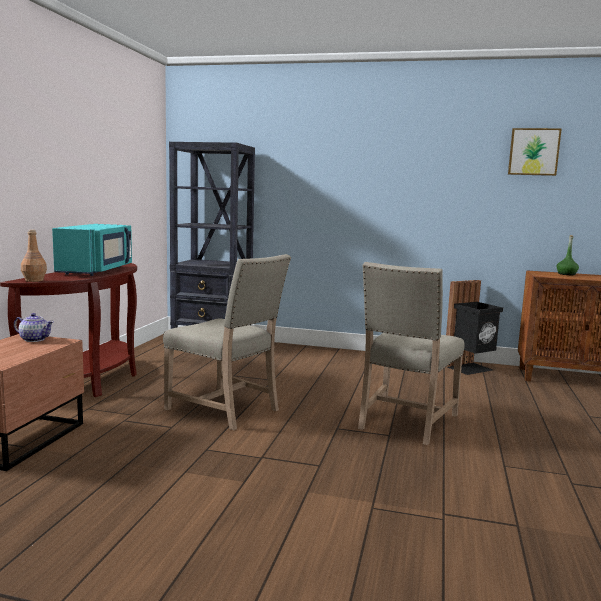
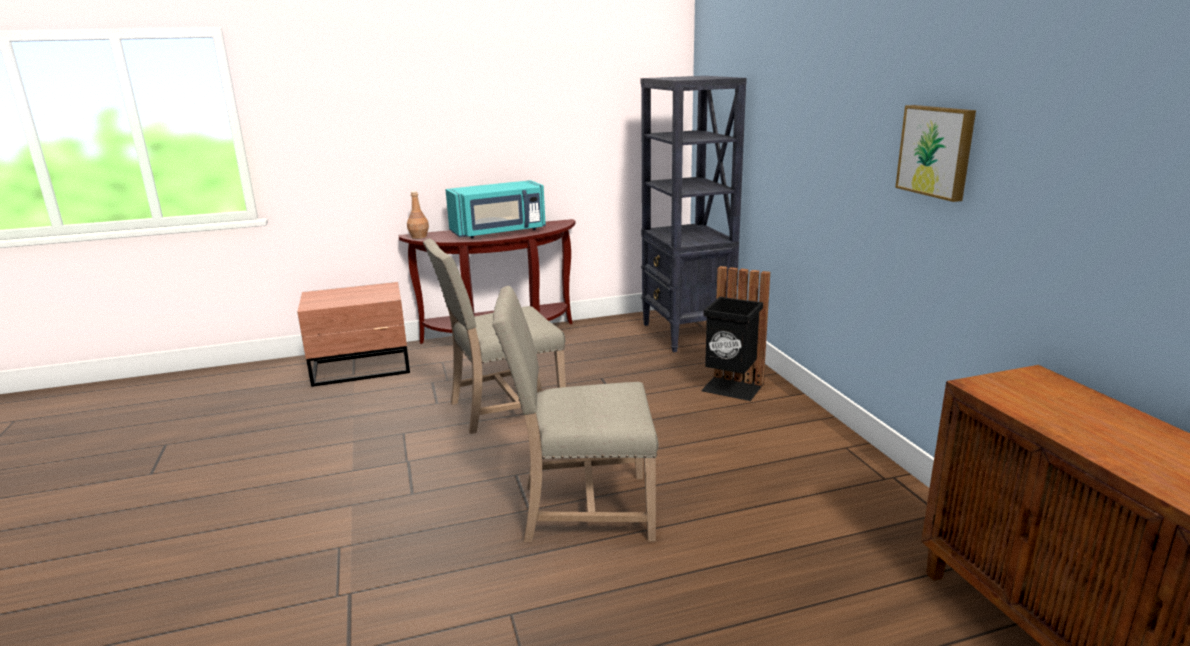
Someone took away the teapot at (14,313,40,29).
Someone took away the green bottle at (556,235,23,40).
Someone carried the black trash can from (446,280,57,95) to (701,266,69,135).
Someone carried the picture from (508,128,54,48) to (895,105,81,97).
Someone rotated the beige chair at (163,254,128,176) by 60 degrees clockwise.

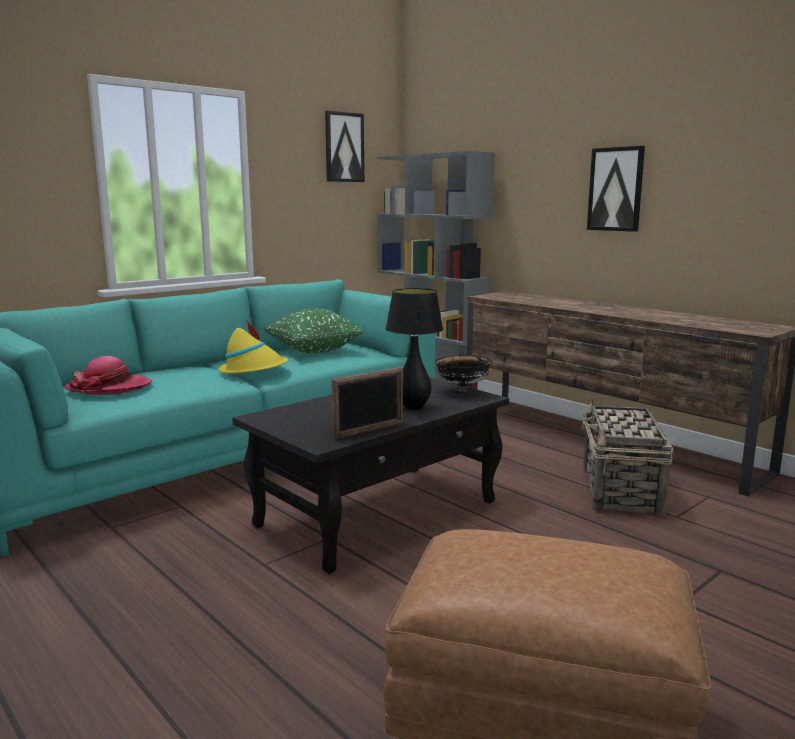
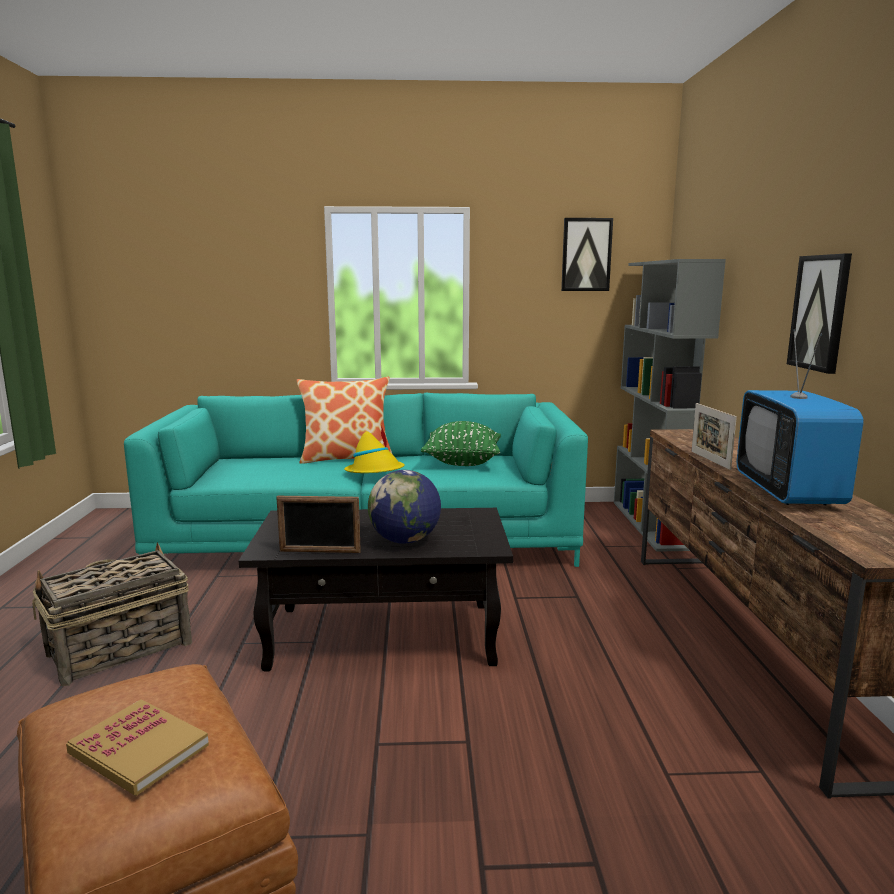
Someone took away the hat at (64,356,88,39).
Someone took away the black bowl at (435,355,57,39).
Someone put down the book at (66,699,143,97).
Someone put down the pillow at (297,377,96,87).
Someone put down the picture frame at (692,403,45,67).
Someone put down the television at (737,330,127,175).
Someone carried the basket from (581,399,93,117) to (32,542,160,144).
Someone swapped the black table lamp at (386,288,57,122) for the globe at (368,470,73,74).

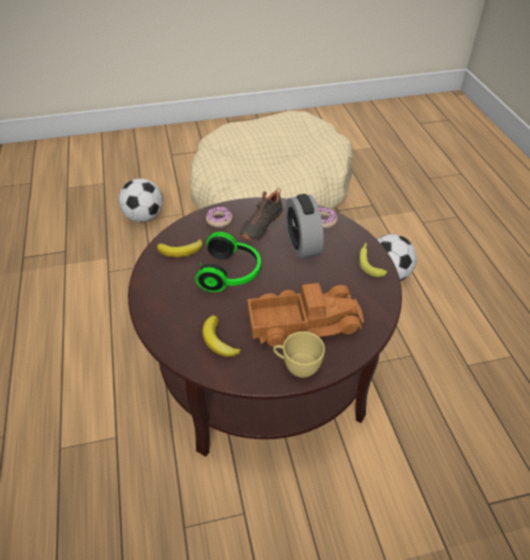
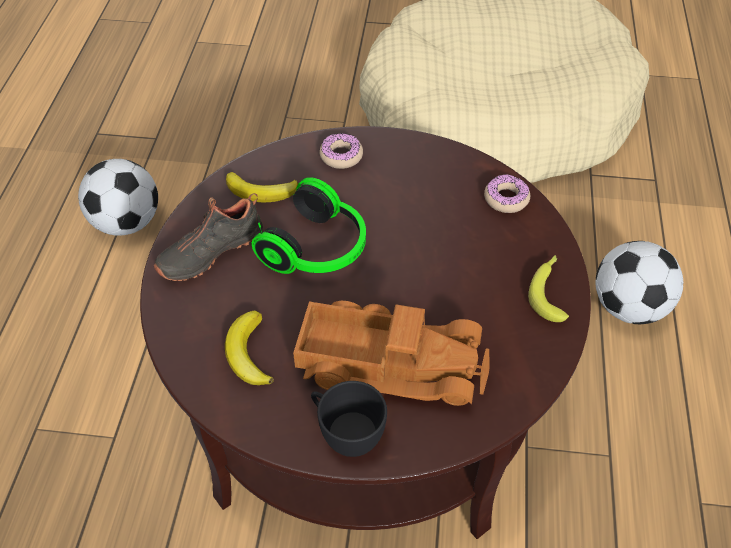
Someone took away the alarm clock at (285,194,39,65).
Someone carried the football from (119,178,44,44) to (78,159,80,77).
Someone carried the black shoe from (240,188,43,53) to (154,193,109,88).
Someone repainted the yellow cup at (273,331,52,47), which became the black cup at (311,381,76,76).

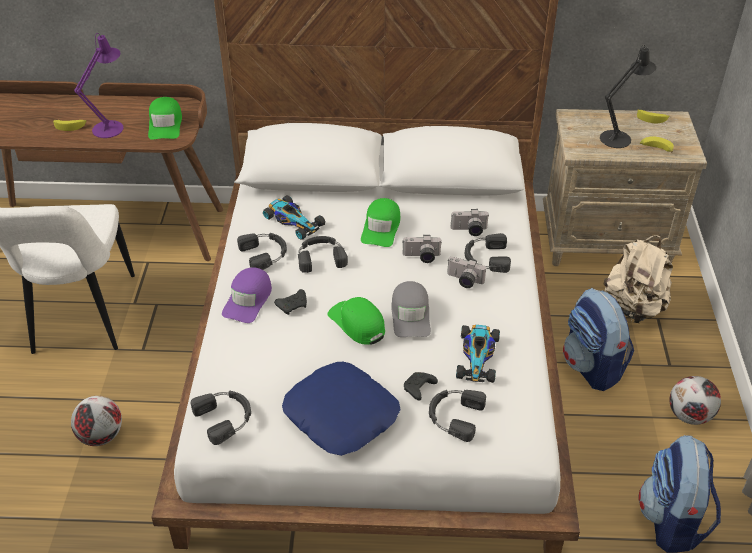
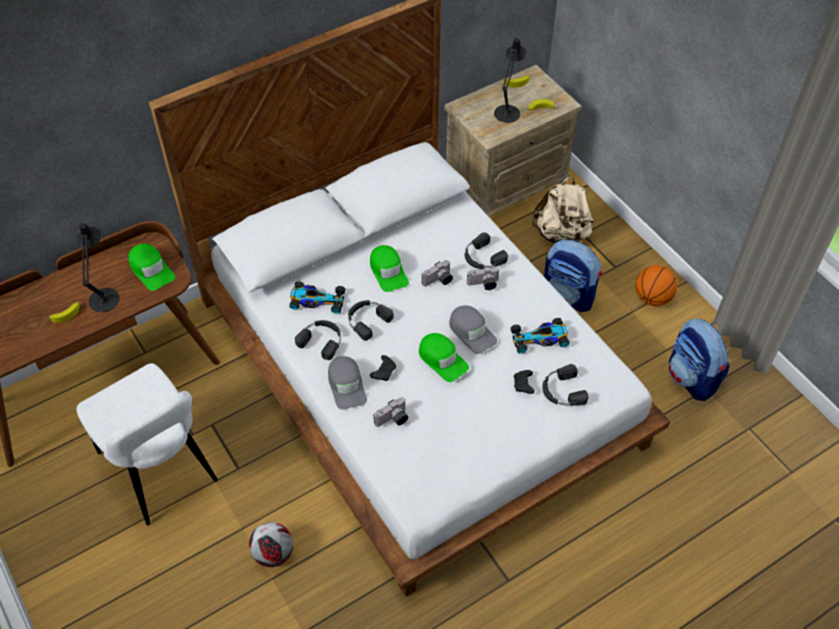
Someone took away the black headphones at (191,391,60,54).
Someone took away the blue pillow at (282,362,118,94).
Someone carried the photo camera from (450,209,39,27) to (373,397,35,30).
Someone swapped the football at (670,376,51,49) for the basketball at (635,265,43,41).
Someone repainted the purple table lamp at (74,33,50,105), which became the black table lamp at (76,222,44,90).
Someone repainted the purple cap at (222,267,50,56), which became the grey cap at (328,356,39,53).
Someone rotated the green cap at (327,297,58,48) by 150 degrees counterclockwise.
Someone rotated the toy car at (456,325,44,58) by 105 degrees clockwise.

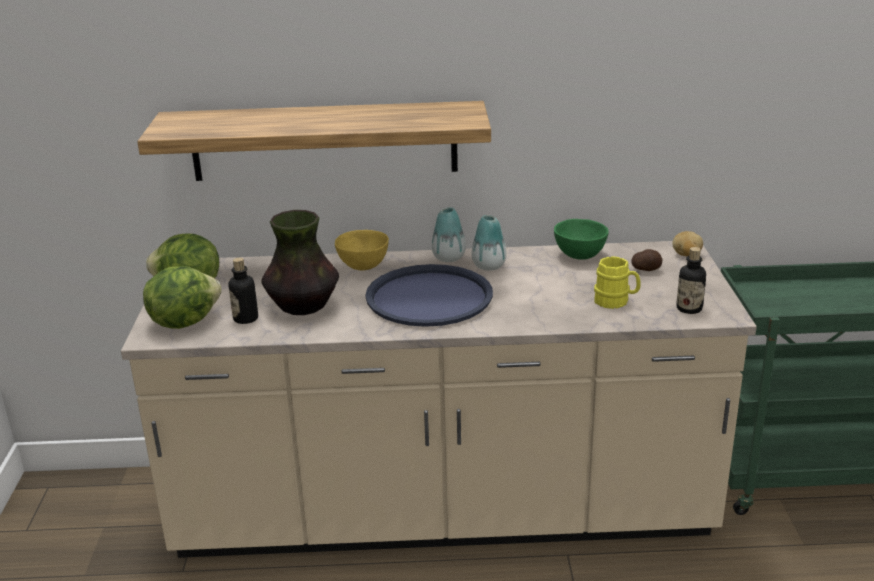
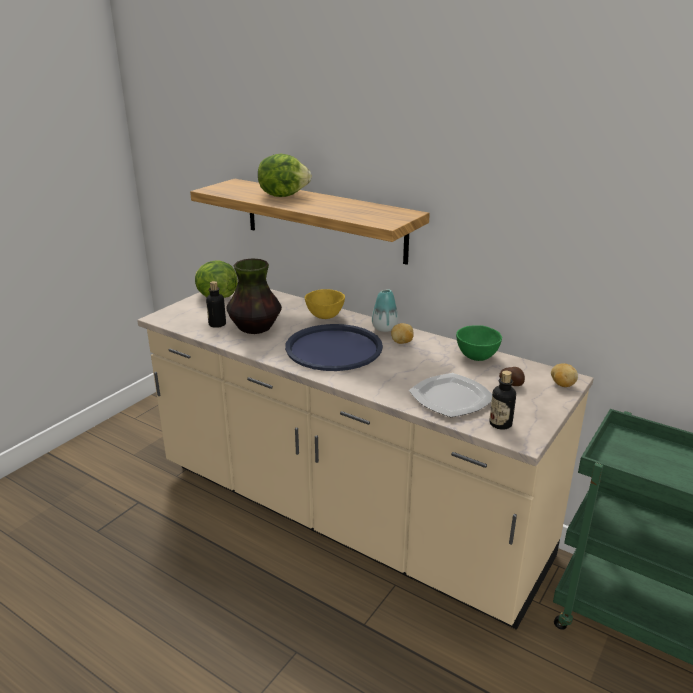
Someone carried the lettuce from (143,266,79,63) to (258,153,54,44).
Someone swapped the vase at (471,215,36,56) for the potato at (391,323,23,21).
Someone swapped the yellow mug at (594,256,47,53) for the plate at (409,373,83,44).

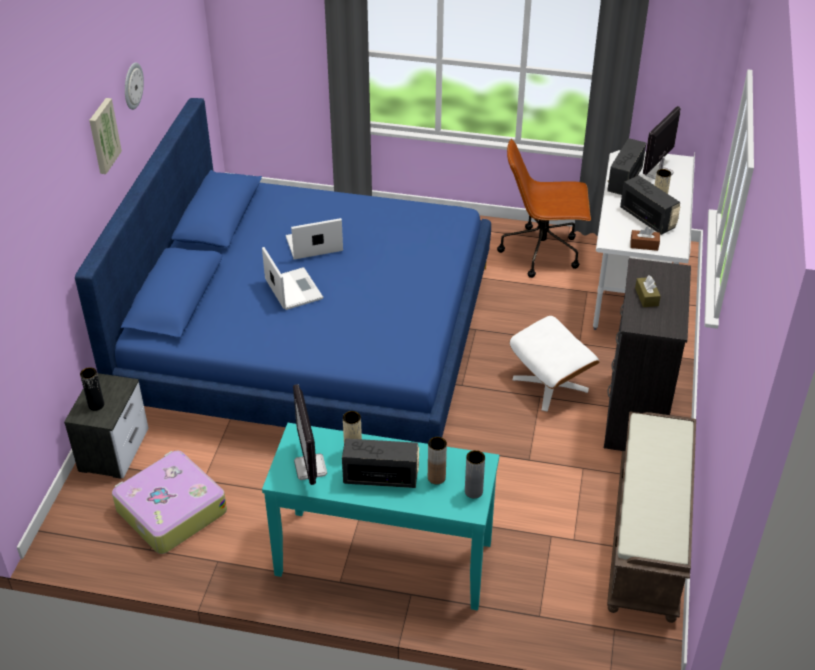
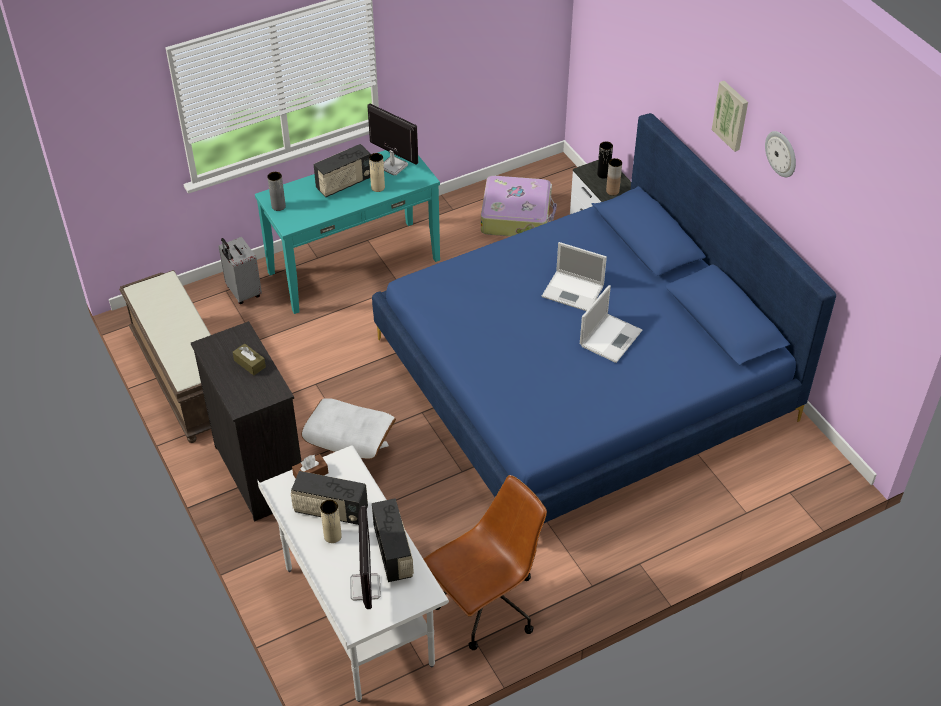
Someone put down the grey suitcase at (219,237,43,67).
Someone carried the brown vase from (428,437,19,48) to (606,158,16,38).

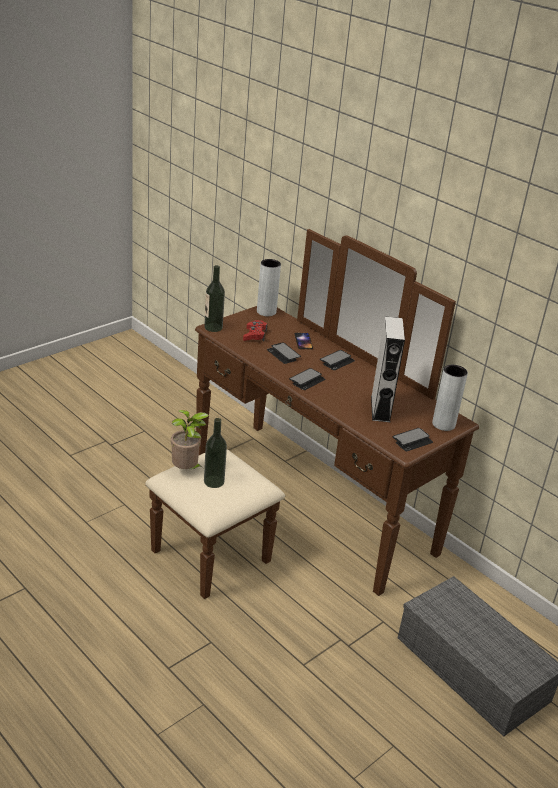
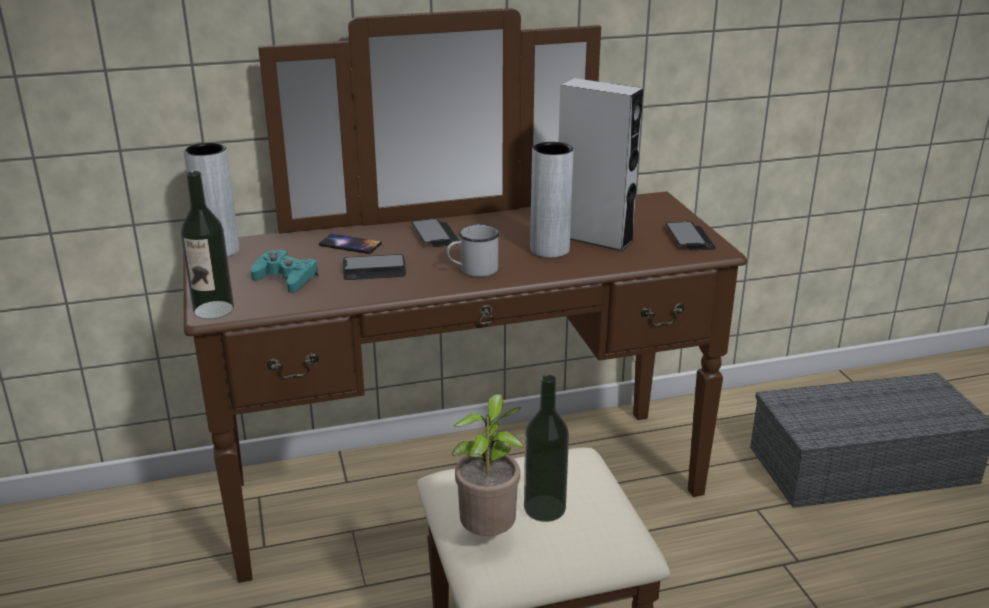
Someone carried the grey vase from (432,365,36,66) to (530,142,44,116).
Someone swapped the phone at (289,368,36,22) for the white mug at (447,224,53,53).
Someone repainted the red game controller at (243,320,24,22), which became the turquoise game controller at (251,250,67,43).

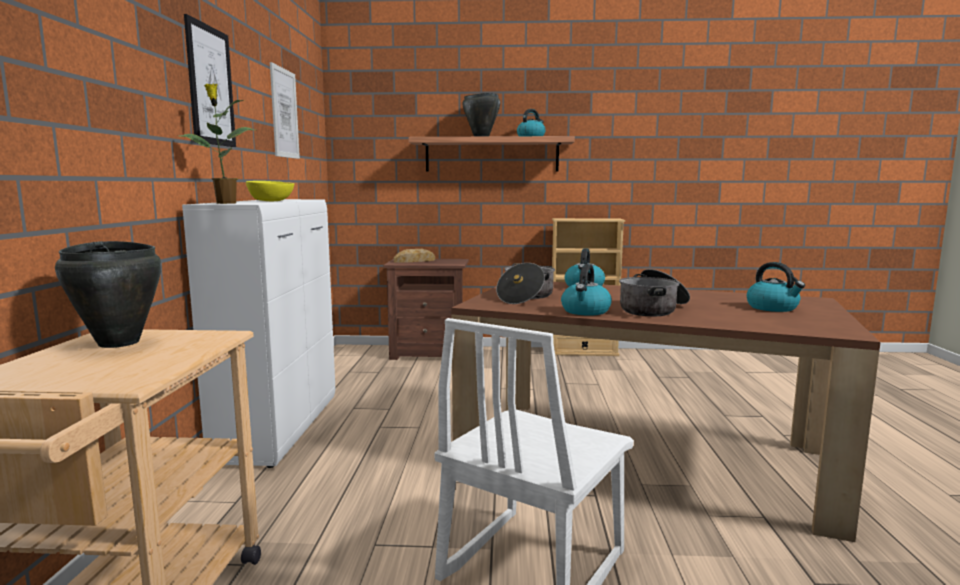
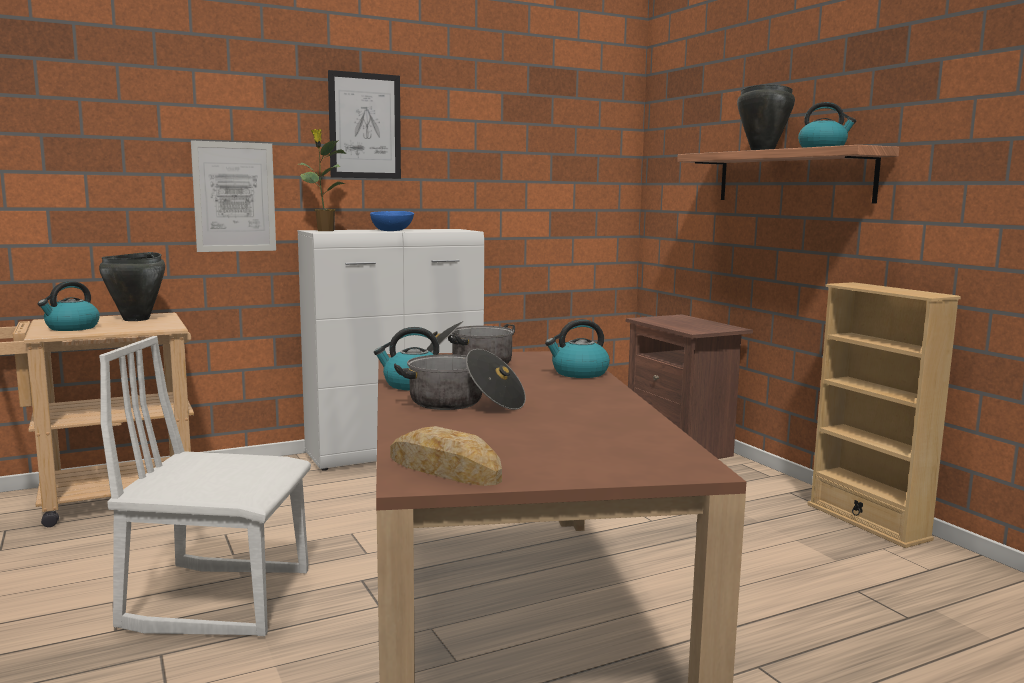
Someone carried the picture from (270,62,30,97) to (191,140,85,112).
Someone carried the bread from (394,249,41,14) to (390,426,112,60).
Someone carried the kettle from (747,262,58,50) to (38,281,62,50).
Someone repainted the yellow bowl at (246,181,48,20), which became the blue bowl at (370,211,44,20).

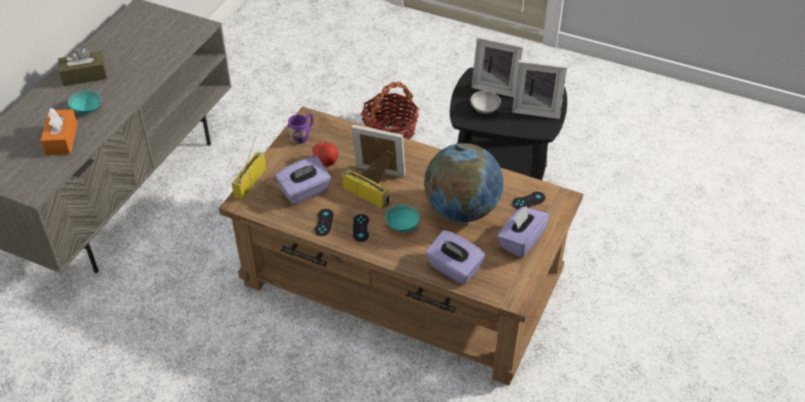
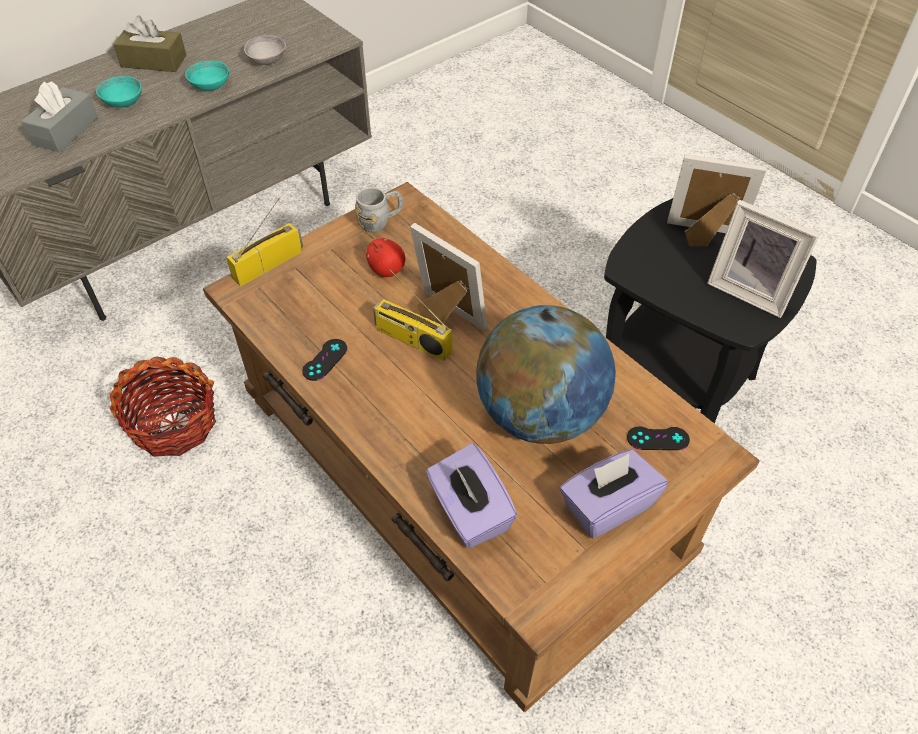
Someone took away the purple tissue box at (275,157,56,48).
Someone took away the black game controller at (353,214,16,28).
Someone carried the basket from (361,81,58,58) to (110,356,106,101).
Someone carried the turquoise bowl from (385,205,35,27) to (185,61,44,30).
Someone carried the grey bowl from (470,91,31,23) to (244,35,42,30).
Someone repainted the orange tissue box at (41,108,37,47), which became the grey tissue box at (21,81,77,71).
Someone repainted the purple mug at (287,113,27,31), which became the grey mug at (355,187,48,46).
Someone rotated the radio at (342,168,48,41) by 150 degrees clockwise.
Someone rotated the picture frame at (471,36,53,61) by 150 degrees clockwise.

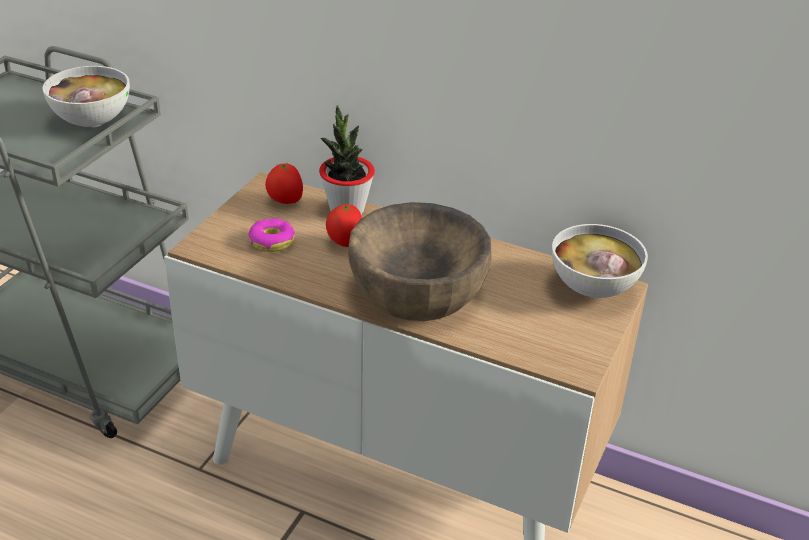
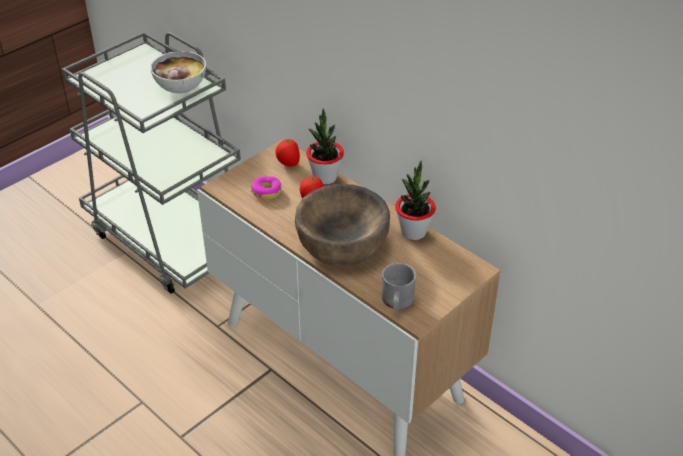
Someone took away the bowl at (552,224,96,74).
Someone put down the grey mug at (382,263,34,47).
Someone put down the potted plant at (395,161,41,79).

